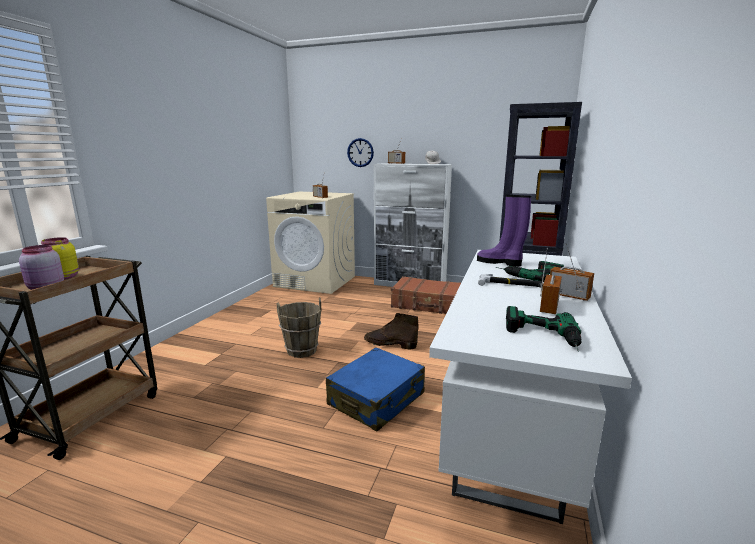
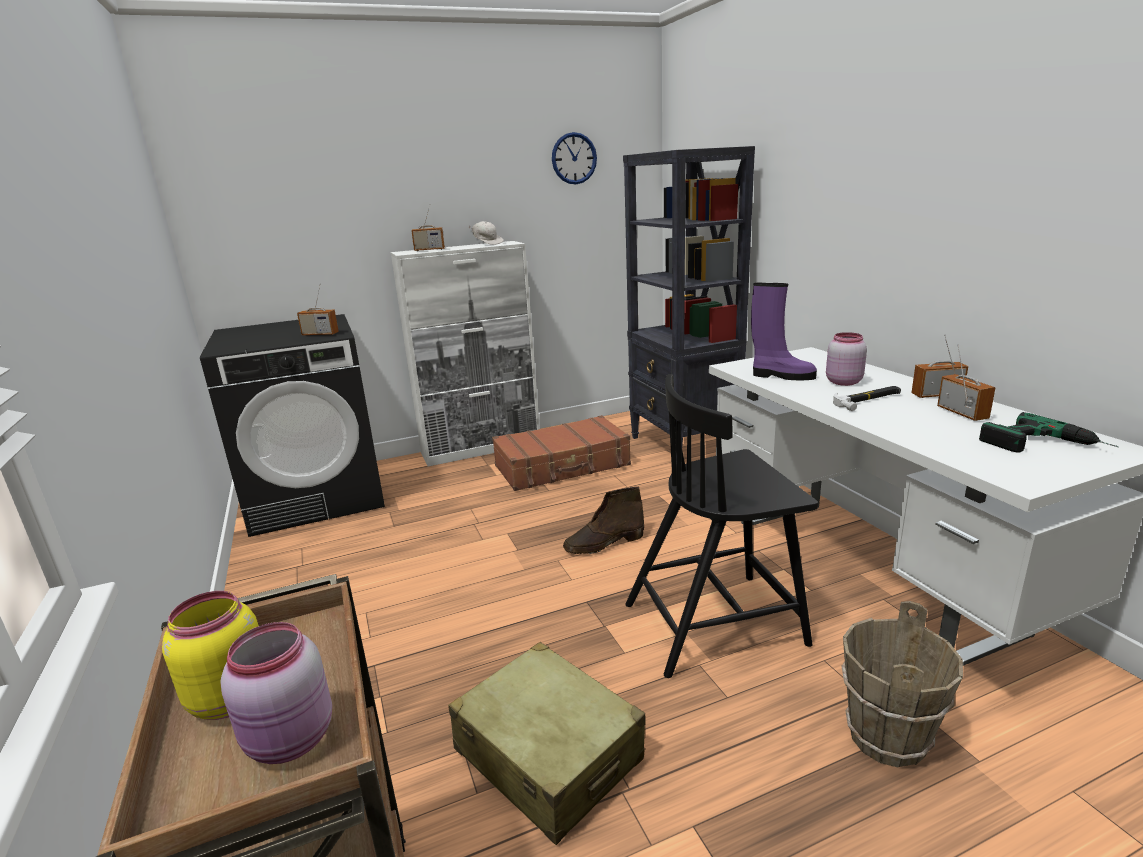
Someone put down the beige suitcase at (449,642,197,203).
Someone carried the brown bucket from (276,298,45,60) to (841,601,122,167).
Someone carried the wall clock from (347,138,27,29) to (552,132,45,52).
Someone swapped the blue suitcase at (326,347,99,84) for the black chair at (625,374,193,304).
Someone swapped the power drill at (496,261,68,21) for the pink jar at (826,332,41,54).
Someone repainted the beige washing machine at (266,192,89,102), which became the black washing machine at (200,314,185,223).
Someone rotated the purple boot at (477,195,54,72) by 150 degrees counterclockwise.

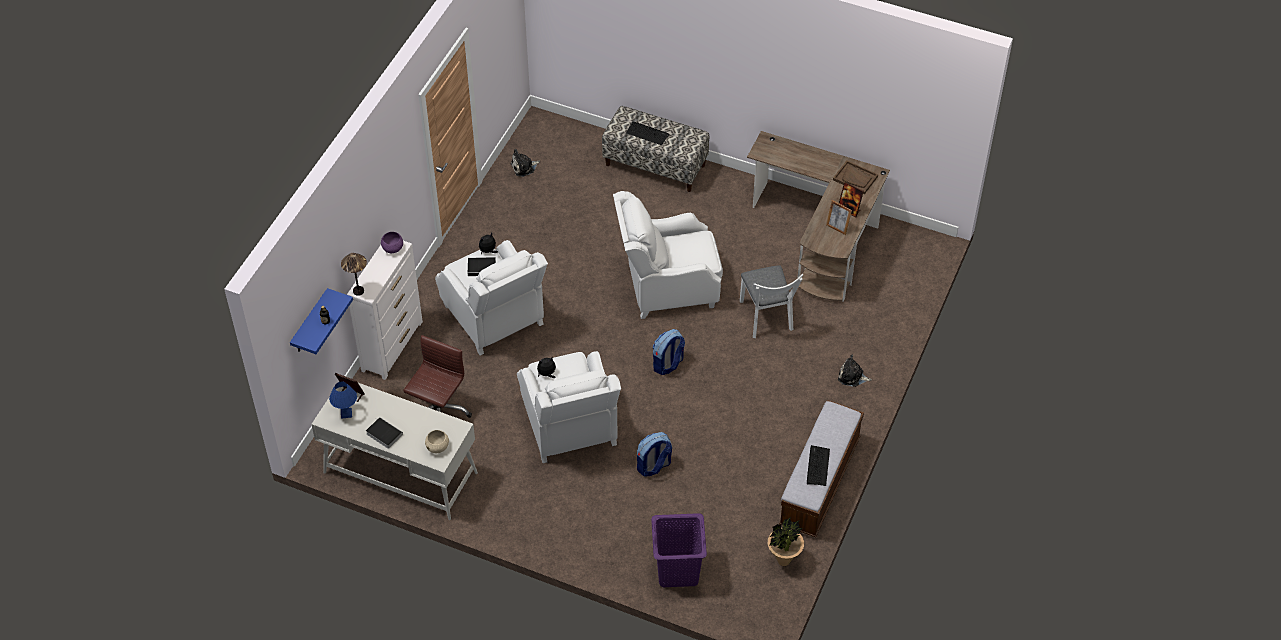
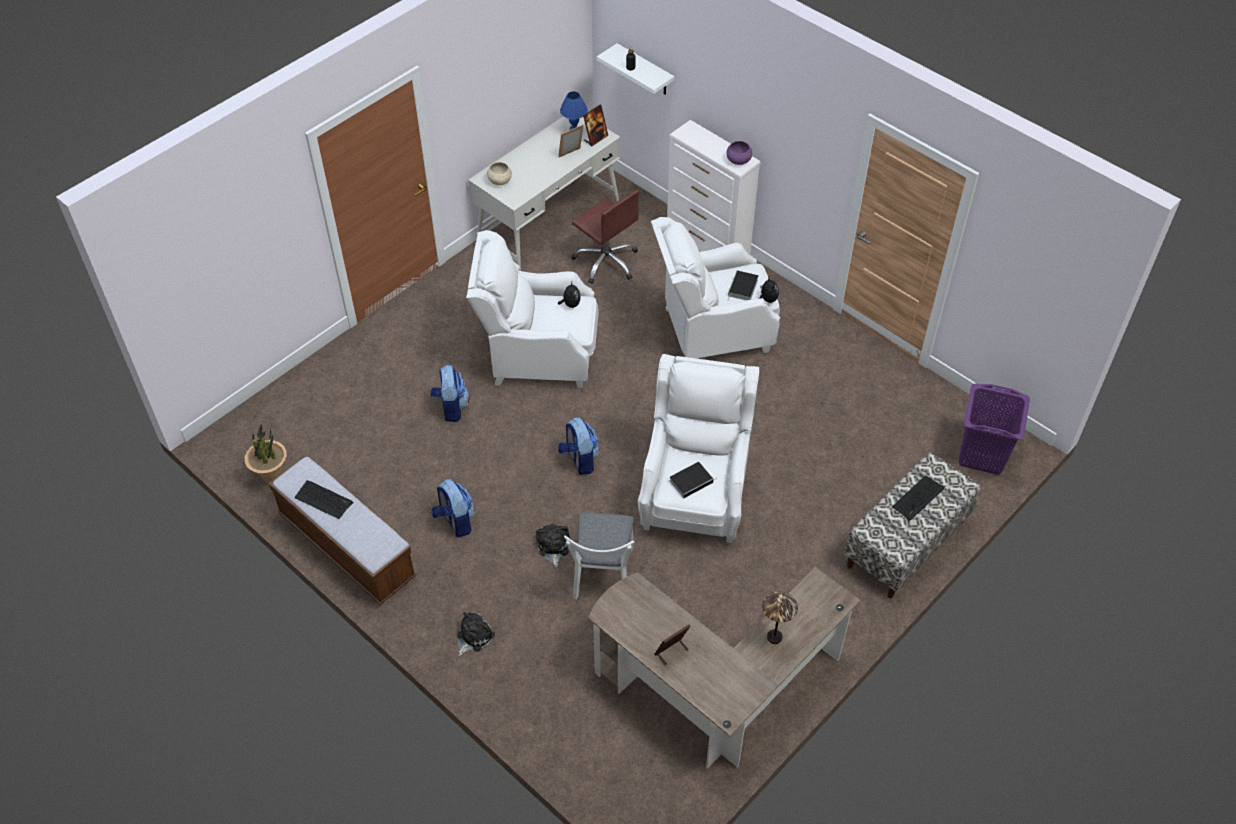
Someone took away the brown tray at (833,161,45,33).
Someone put down the backpack at (432,479,42,58).
Someone carried the table lamp from (341,253,26,43) to (762,591,36,53).
Someone carried the book from (366,417,37,32) to (670,462,48,37).
Someone carried the plush toy from (511,149,29,28) to (536,524,34,43).
Someone carried the purple laundry basket from (651,513,56,74) to (959,384,71,91).
Someone carried the picture frame from (826,200,26,35) to (558,125,25,32).
Someone repainted the blue shelf at (290,288,63,66), which became the white shelf at (597,43,77,52).
Someone rotated the white chair at (740,265,63,73) by 90 degrees counterclockwise.

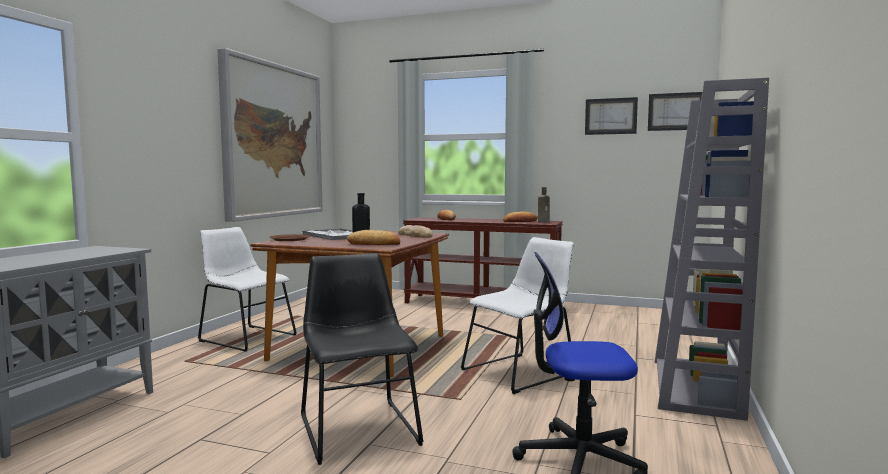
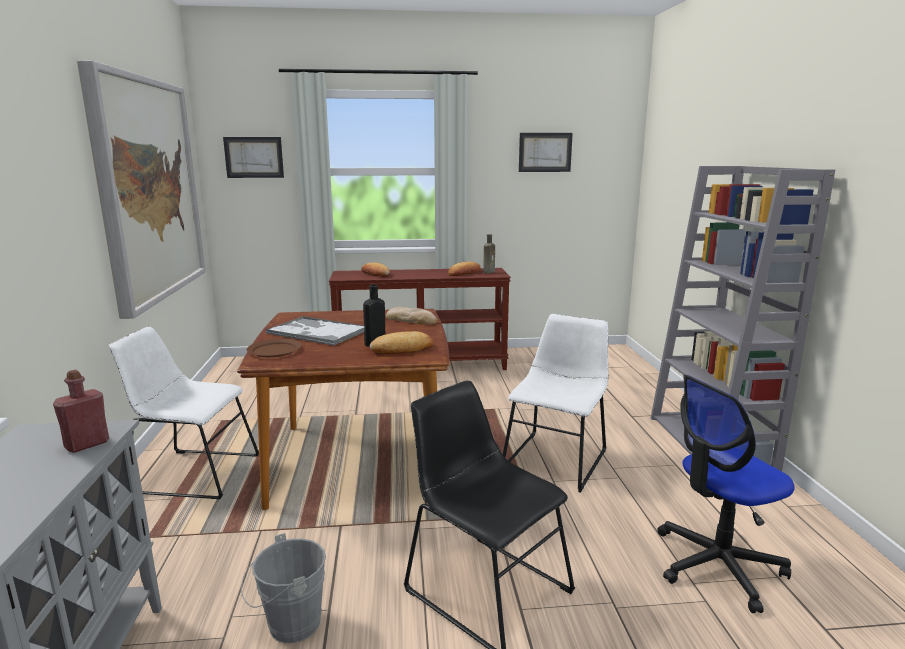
Someone put down the red bottle at (53,370,56,83).
Someone put down the grey bucket at (241,533,85,110).
Someone carried the picture from (648,92,54,39) to (223,137,61,41).

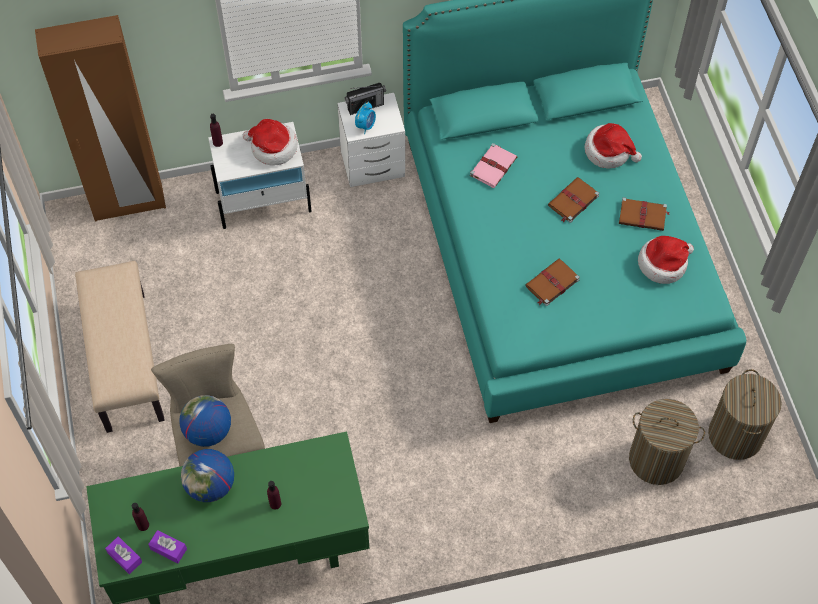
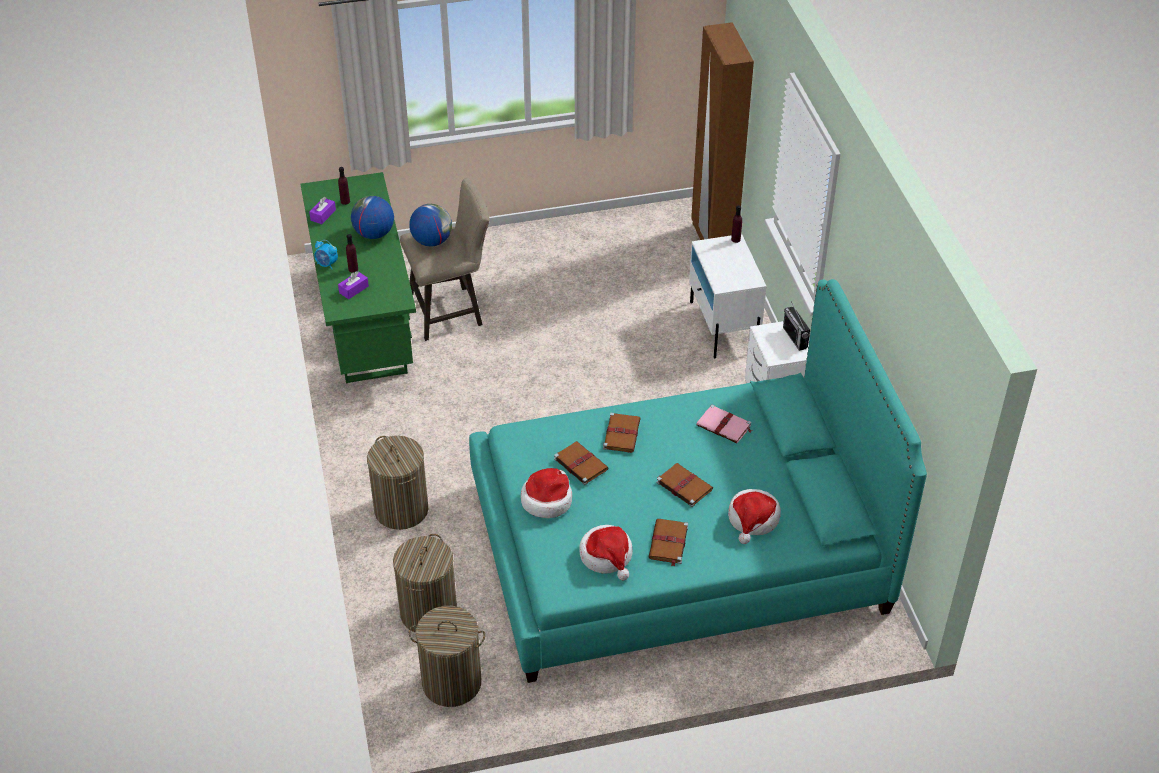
Someone took away the beige bench at (75,261,90,172).
Someone put down the laundry basket at (367,436,61,94).
Someone put down the brown book at (603,413,38,40).
Someone carried the purple tissue box from (105,536,37,38) to (338,271,31,28).
Someone carried the hat from (243,119,55,47) to (521,468,51,50).
Someone carried the alarm clock from (355,102,21,32) to (314,240,24,29).

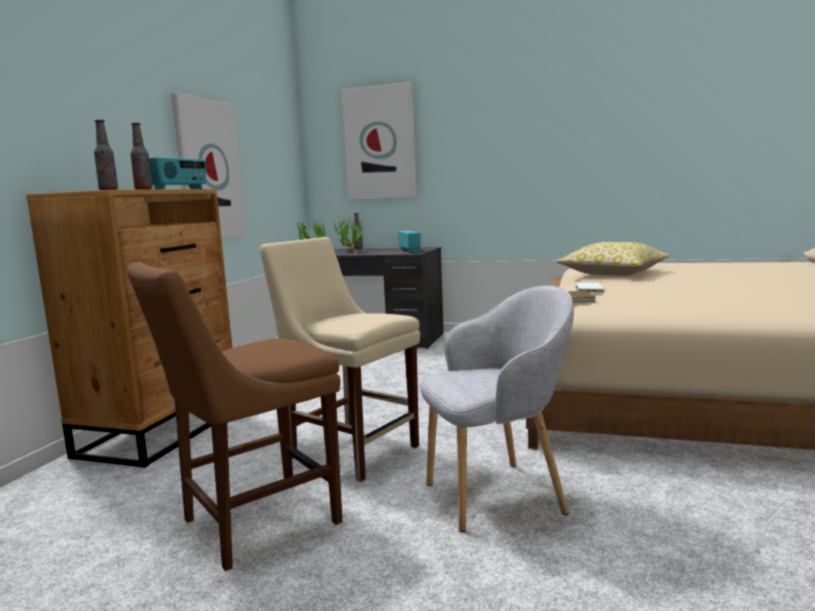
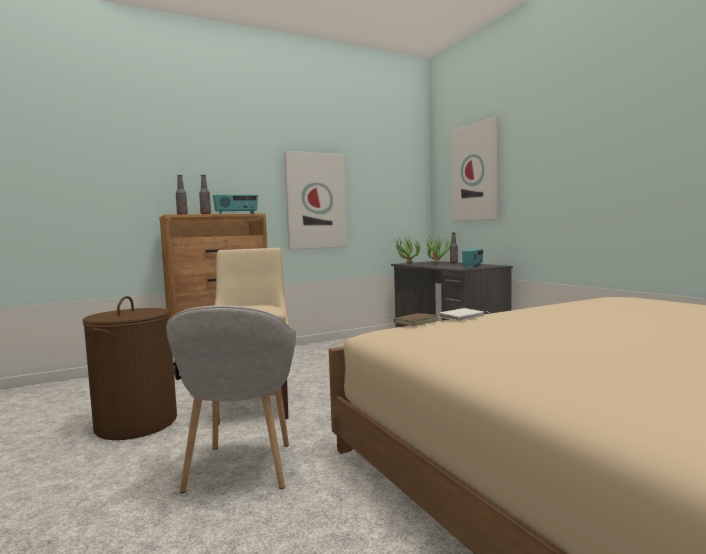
Someone took away the pillow at (556,242,114,34).
Someone swapped the brown chair at (127,262,216,309) for the brown laundry basket at (83,296,94,144).
Someone rotated the grey armchair at (420,286,154,246) by 60 degrees clockwise.

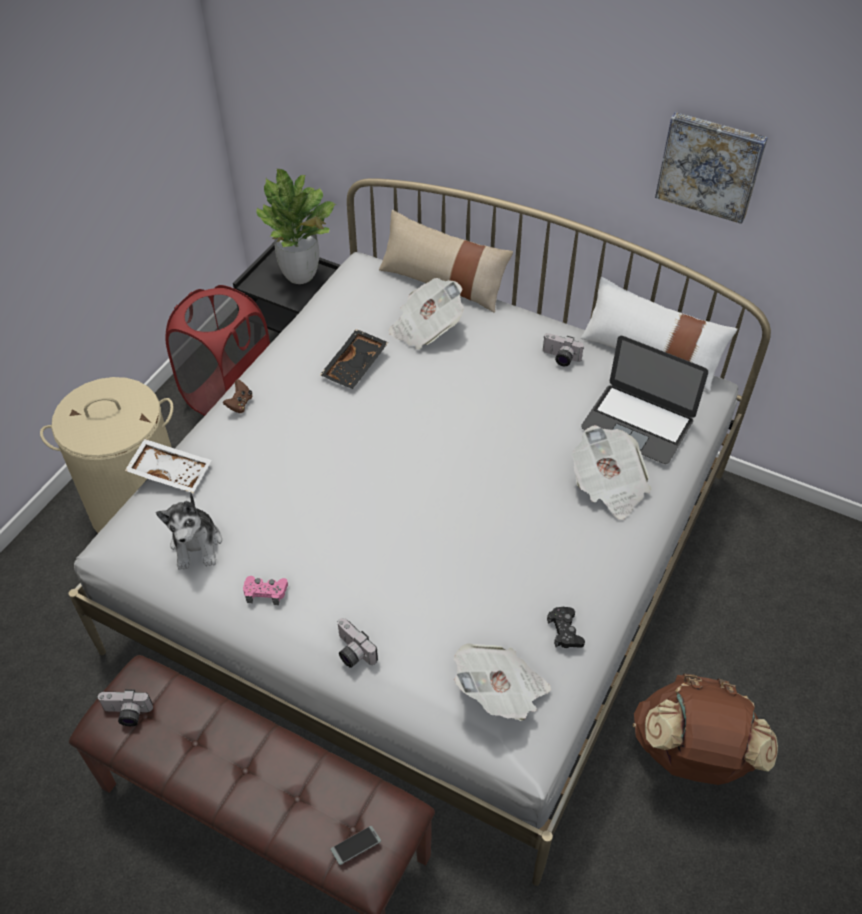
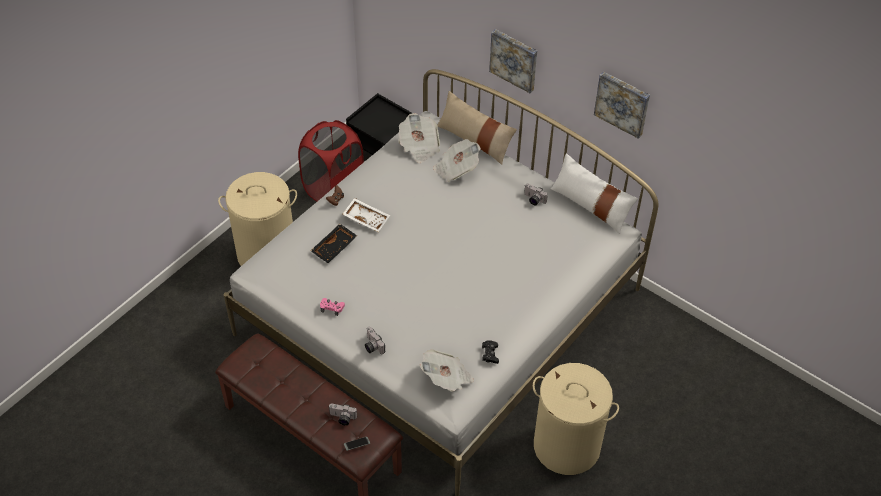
Someone took away the plush toy at (156,492,66,78).
Someone took away the potted plant at (256,169,80,115).
Someone took away the laptop at (581,336,127,128).
Someone put up the picture at (489,29,48,64).
Someone carried the photo camera from (97,689,56,37) to (329,404,28,21).
Someone carried the white tray from (125,439,86,54) to (342,198,48,34).
Someone carried the black tray from (320,329,68,60) to (311,224,46,39).
Someone carried the newspaper from (572,425,79,95) to (398,113,42,50).
Someone swapped the brown backpack at (633,673,145,112) for the beige laundry basket at (533,363,86,112).

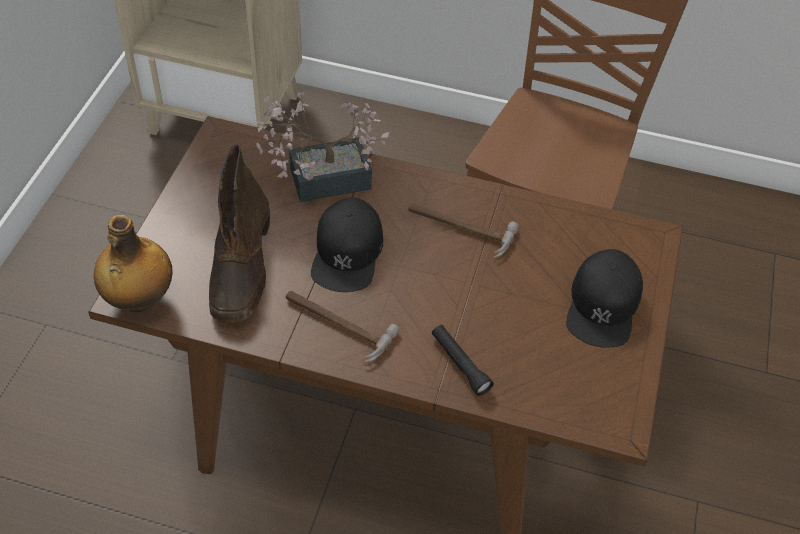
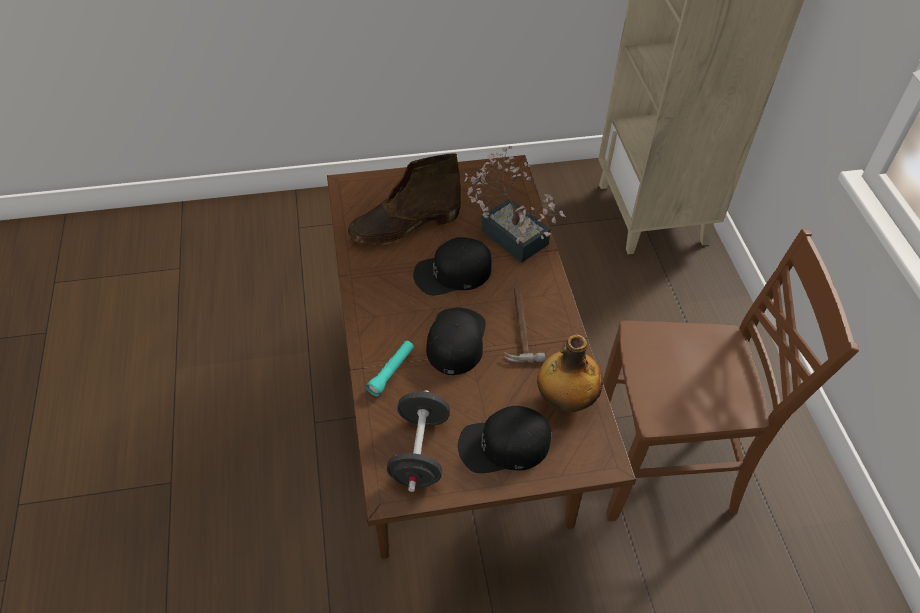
Someone took away the hammer at (286,291,114,73).
Someone put down the black dumbbell at (387,390,63,102).
Someone put down the black cap at (426,308,60,67).
Someone carried the bottle from (94,215,79,97) to (537,335,66,77).
Someone repainted the black flashlight at (432,325,61,71), which became the turquoise flashlight at (366,341,48,55).

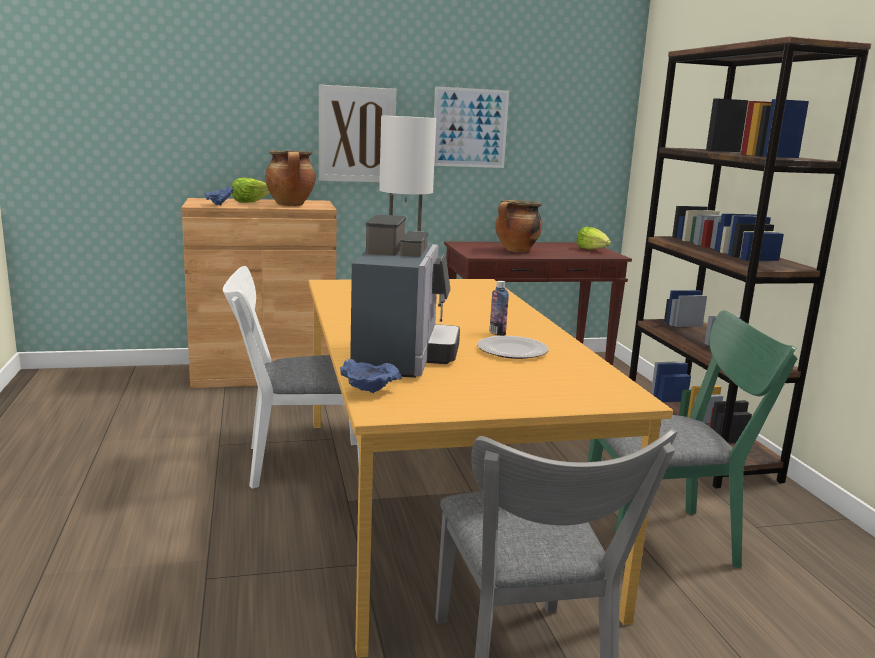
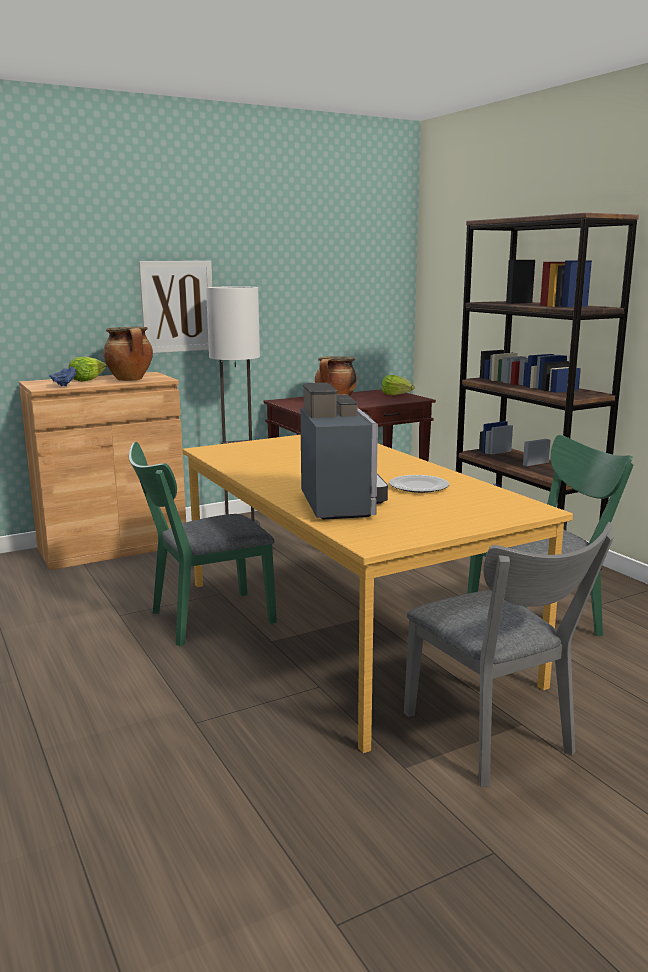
Someone took away the blue bowl at (340,359,62,34).
Someone took away the picture at (434,86,75,82).
Someone took away the bottle at (489,281,20,55).
Someone repainted the white chair at (223,266,136,223), which became the green chair at (129,442,148,204).

